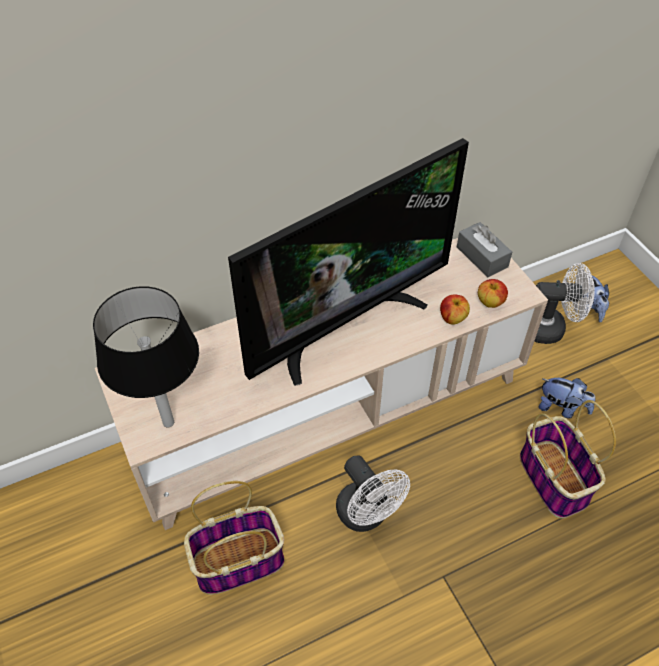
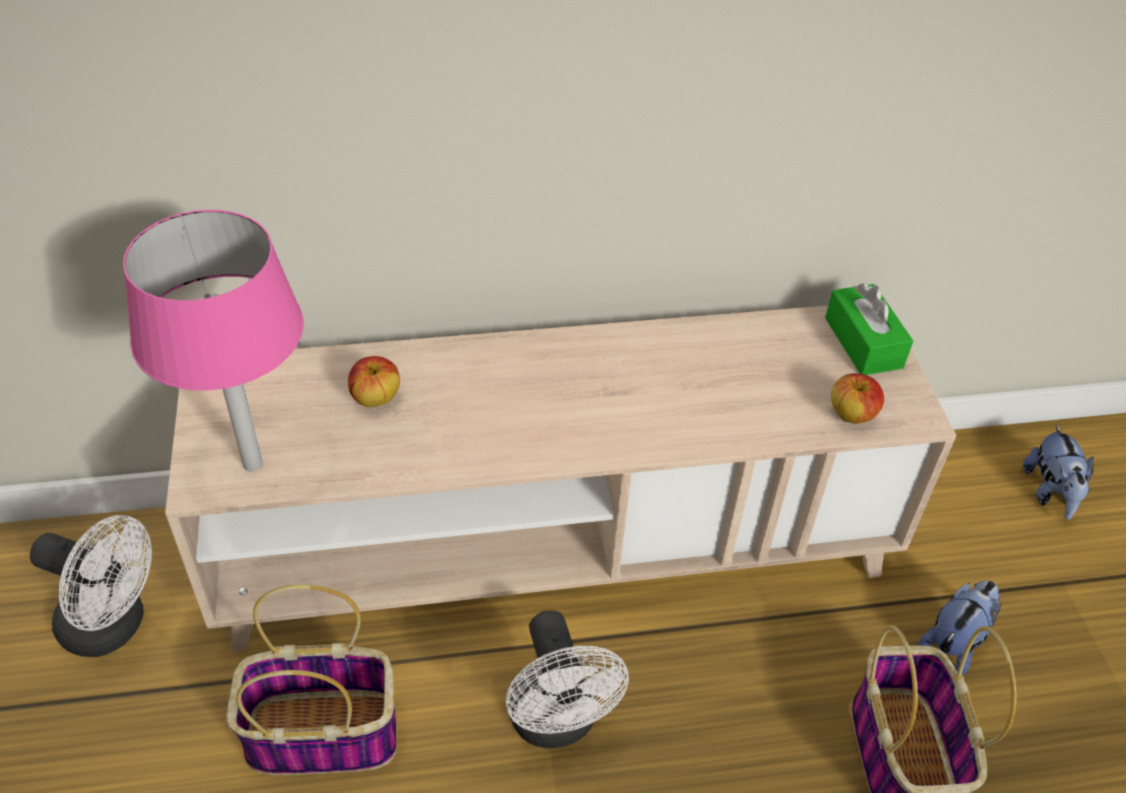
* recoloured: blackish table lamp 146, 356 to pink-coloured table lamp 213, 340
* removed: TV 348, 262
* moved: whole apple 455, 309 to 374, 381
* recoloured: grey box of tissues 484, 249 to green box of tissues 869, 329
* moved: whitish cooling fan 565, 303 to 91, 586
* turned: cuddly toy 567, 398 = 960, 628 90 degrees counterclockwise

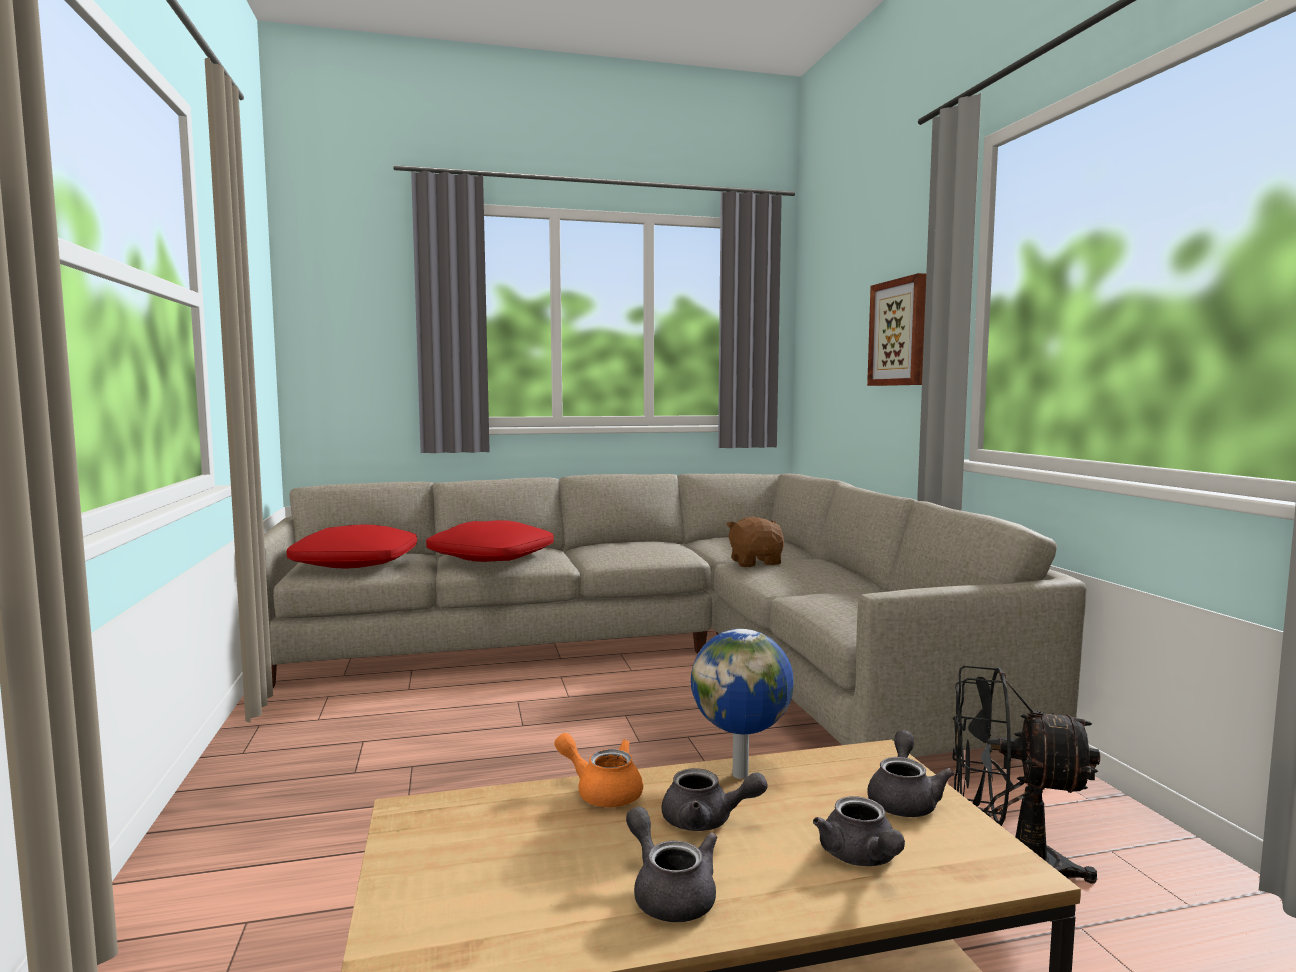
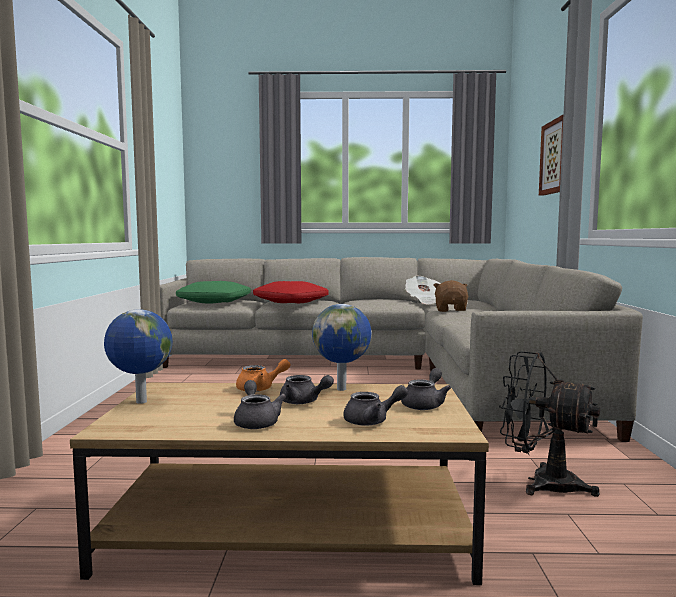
* recoloured: reddish pillow 352, 546 to green pillow 213, 292
* turned: orange-coloured teapot 598, 770 = 263, 375 120 degrees clockwise
* turned: grey teapot 859, 831 = 375, 405 105 degrees counterclockwise
* added: world globe 138, 356
* added: daily paper 423, 290

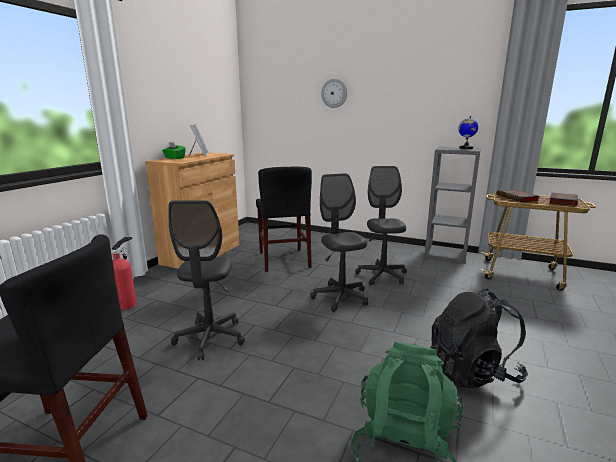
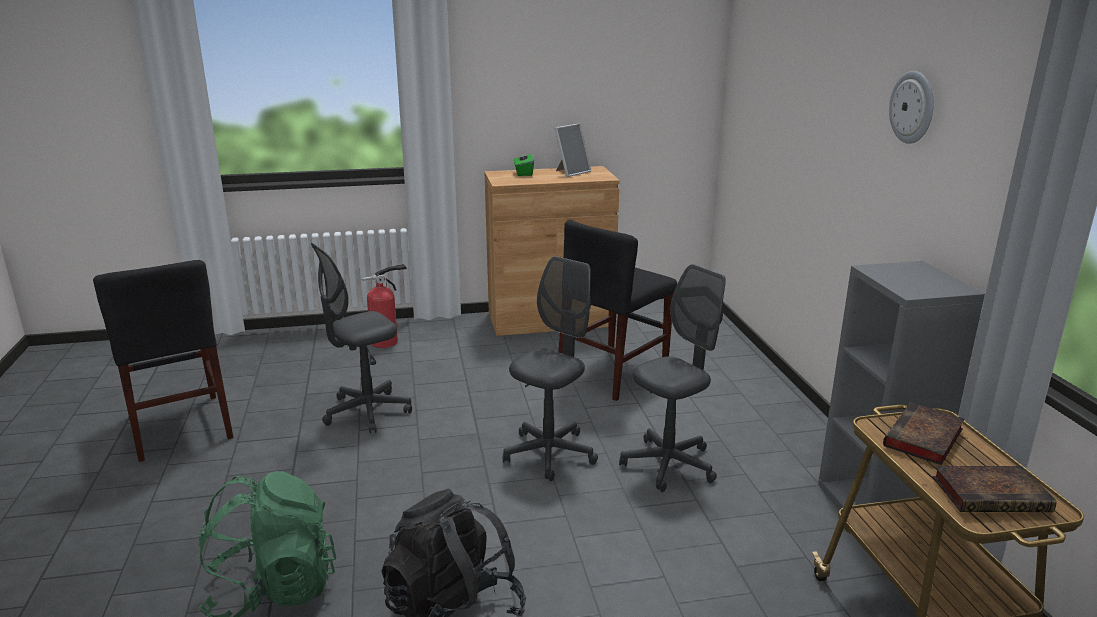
* moved: clock on the wall 334, 93 to 911, 107
* removed: world globe 468, 132

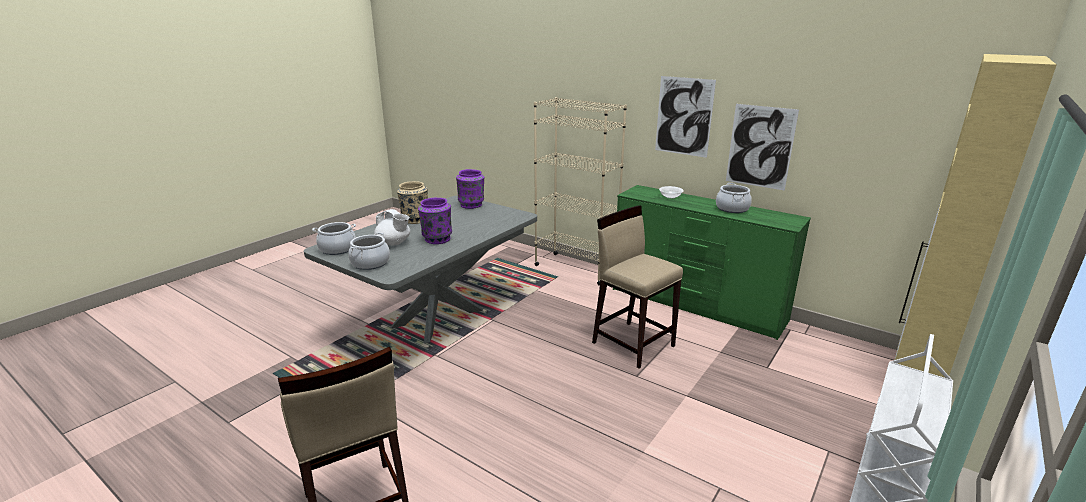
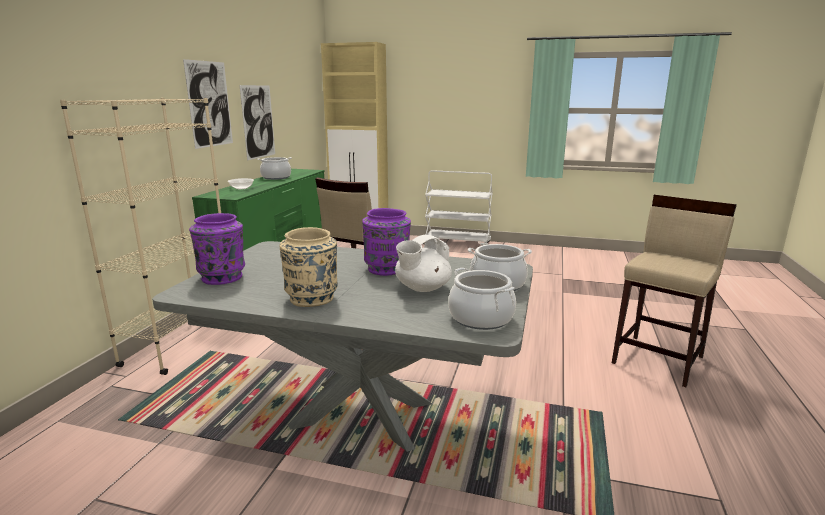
* turned: whitish teapot 392, 227 = 423, 263 150 degrees counterclockwise

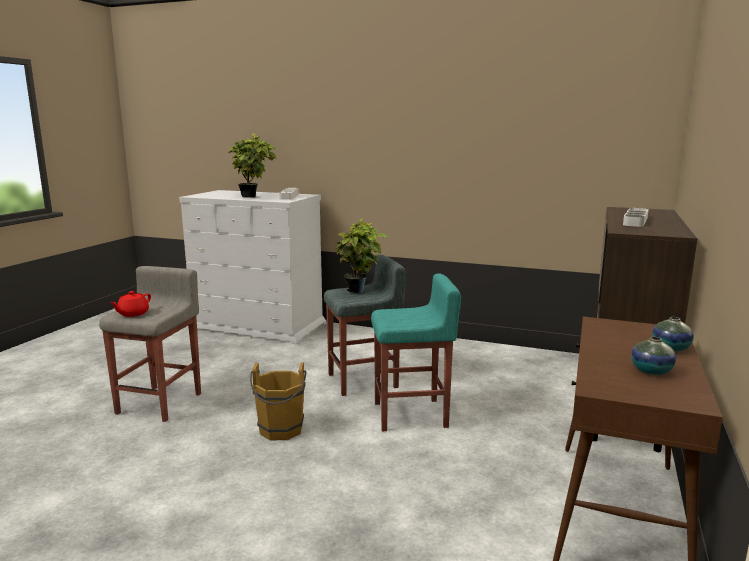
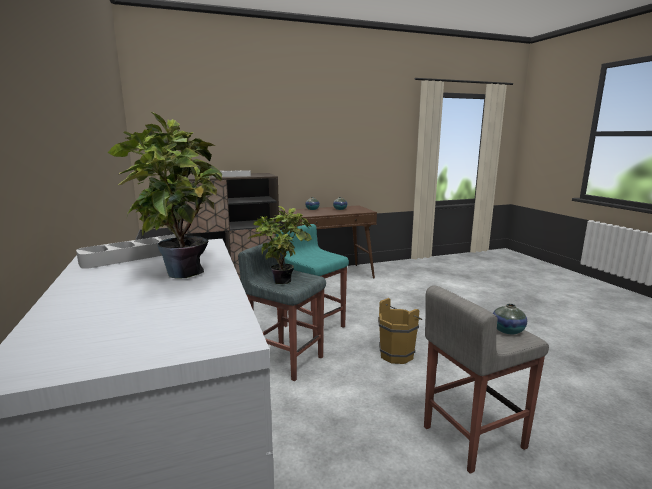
* replaced: reddish teapot 131, 304 to flower vase 510, 319

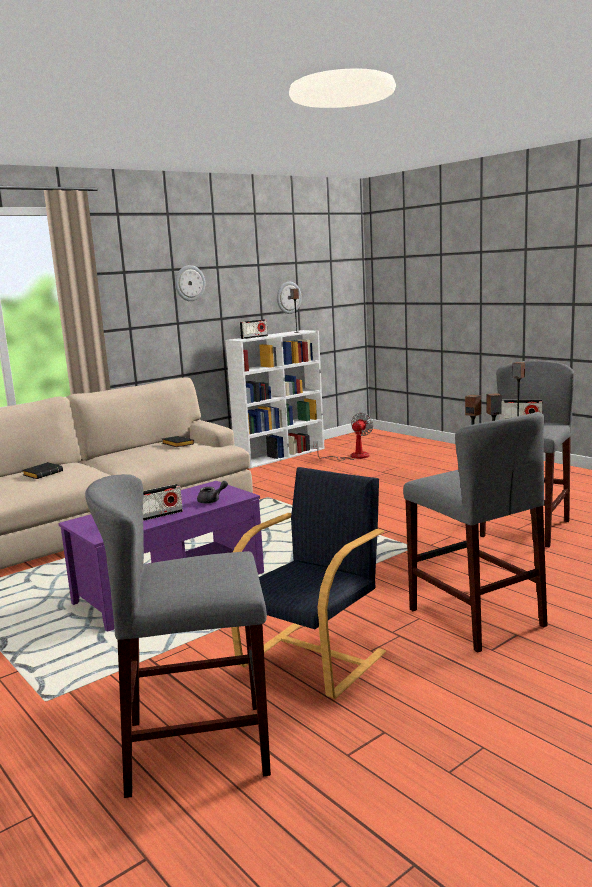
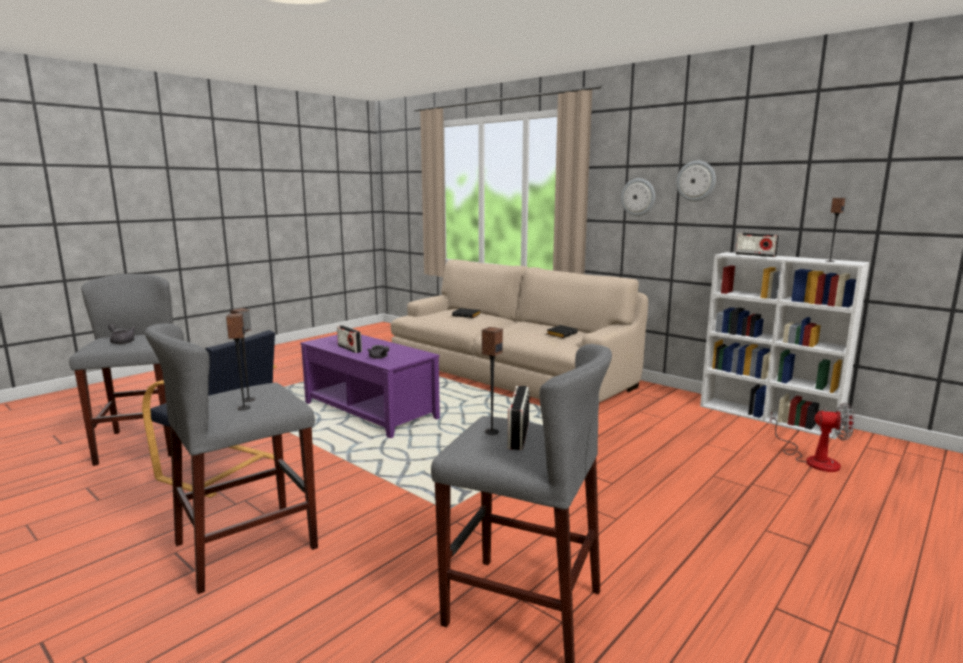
* moved: clock on the wall 289, 298 to 638, 197
* added: grey teapot 121, 334

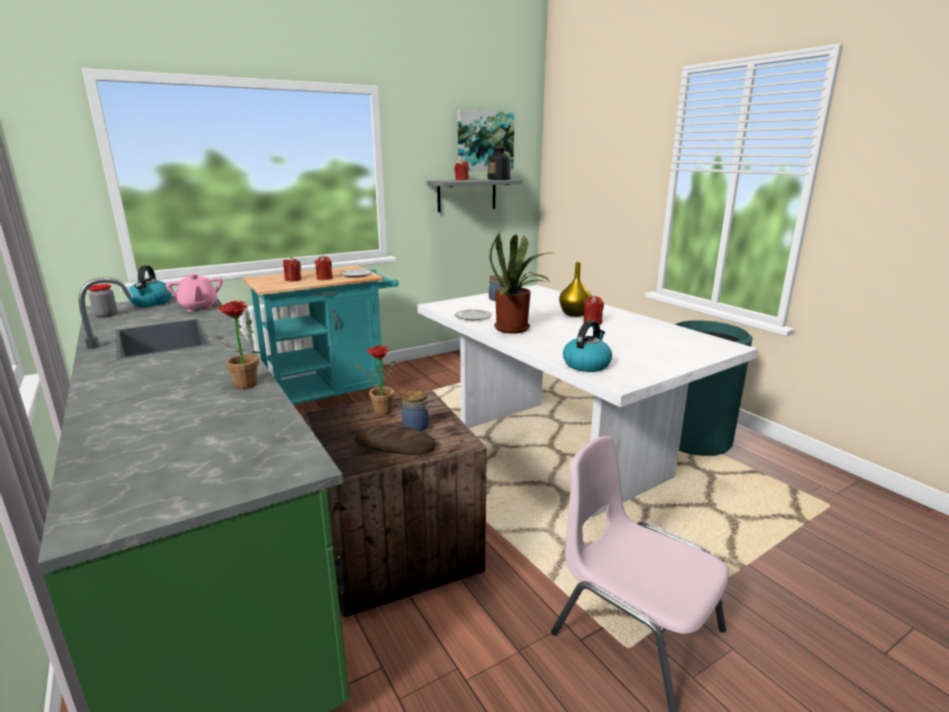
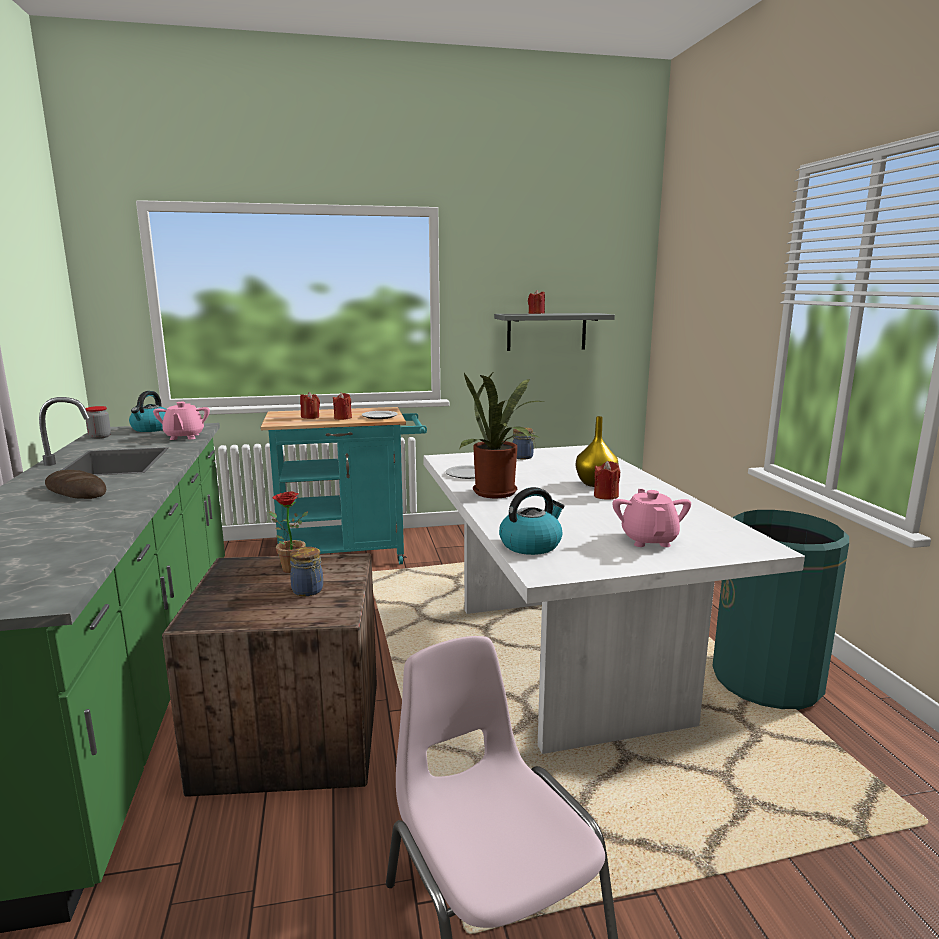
* removed: potted plant 230, 345
* moved: bakery bread 395, 440 to 75, 484
* removed: picture 486, 140
* removed: bottle 498, 163
* added: pink-coloured teapot 651, 518

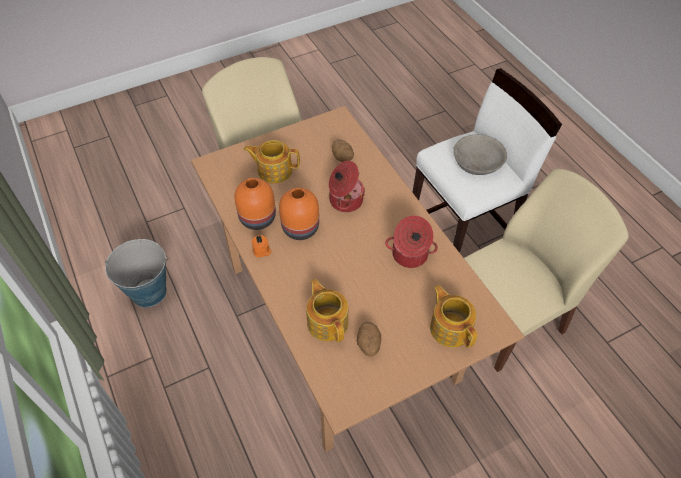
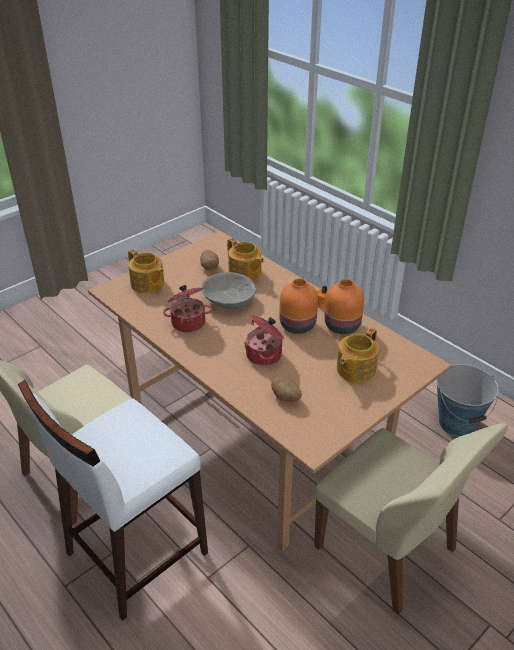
* turned: teapot 272, 161 = 358, 355 135 degrees clockwise
* moved: grey serving bowl 480, 154 to 228, 290

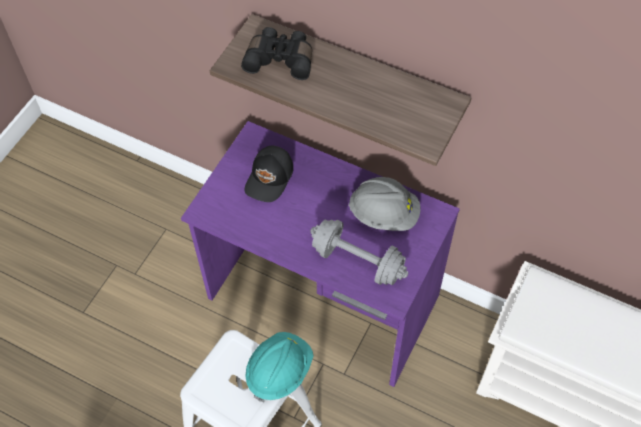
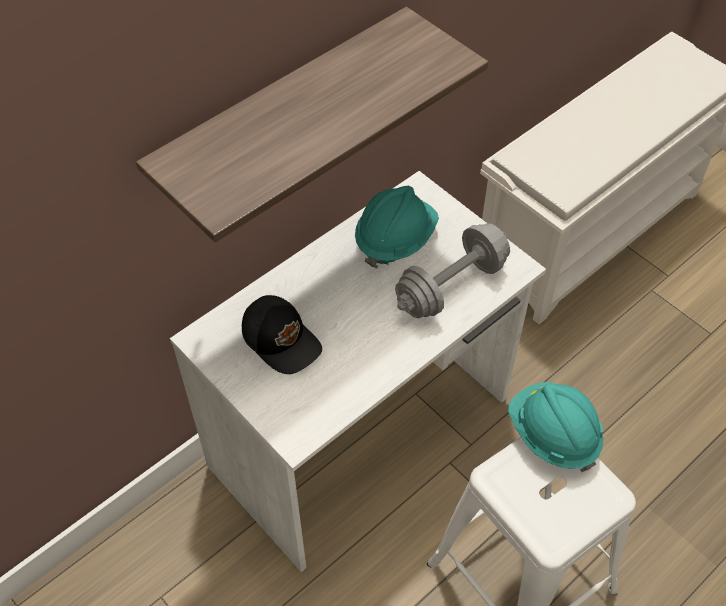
* recoloured: purple-coloured desk table 320, 254 to whitish desk table 358, 371
* removed: blackish binoculars 276, 53
* recoloured: grey work helmet 384, 204 to turquoise work helmet 397, 227

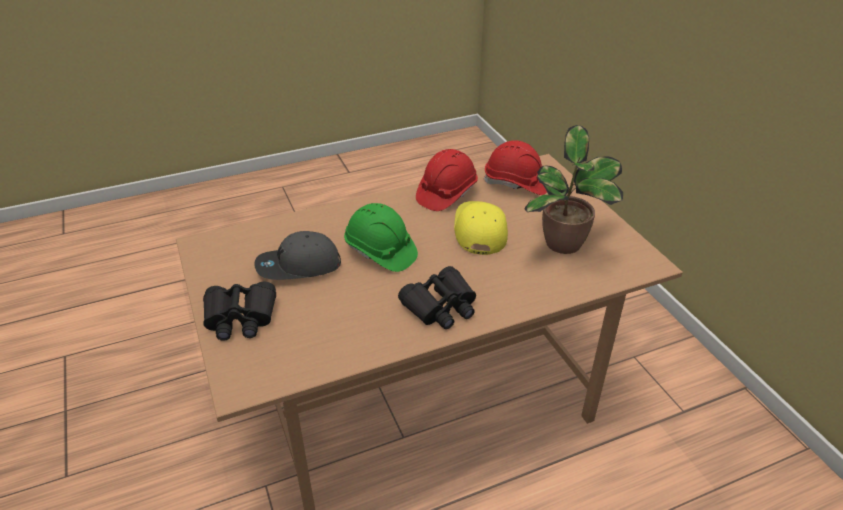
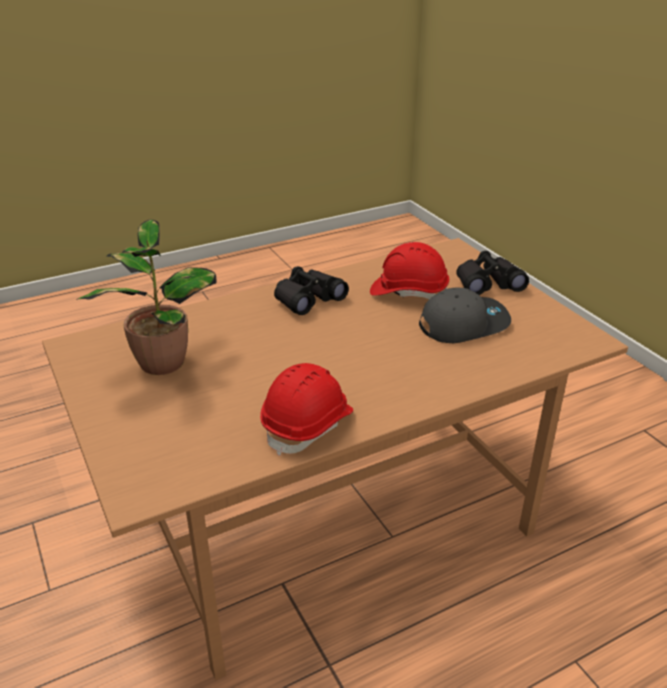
* removed: green work helmet 381, 237
* removed: yellowish baseball cap 481, 228
* moved: reddish work helmet 515, 167 to 409, 270

